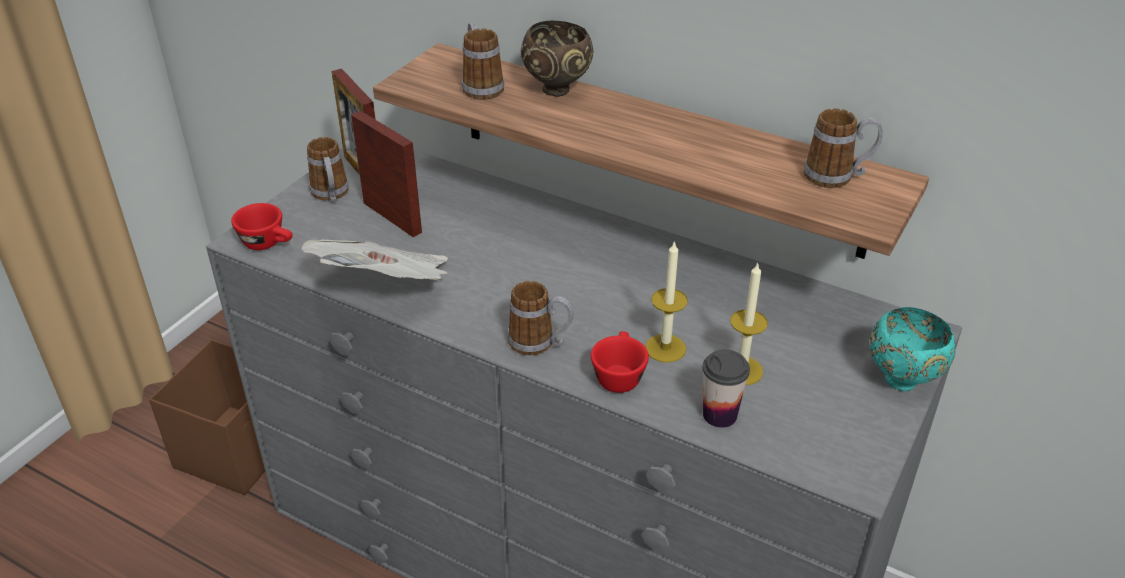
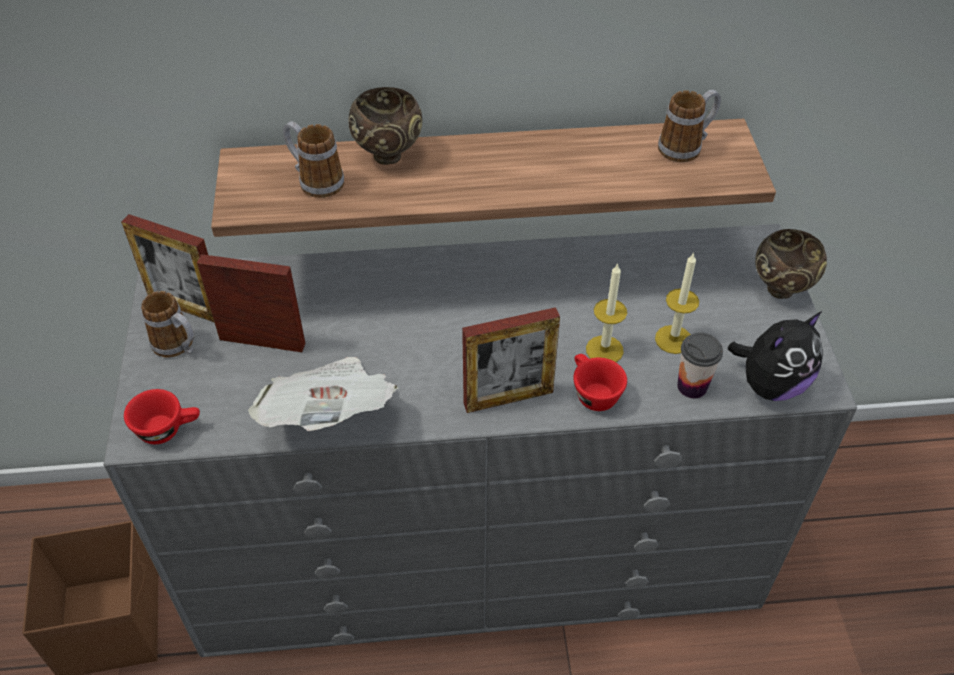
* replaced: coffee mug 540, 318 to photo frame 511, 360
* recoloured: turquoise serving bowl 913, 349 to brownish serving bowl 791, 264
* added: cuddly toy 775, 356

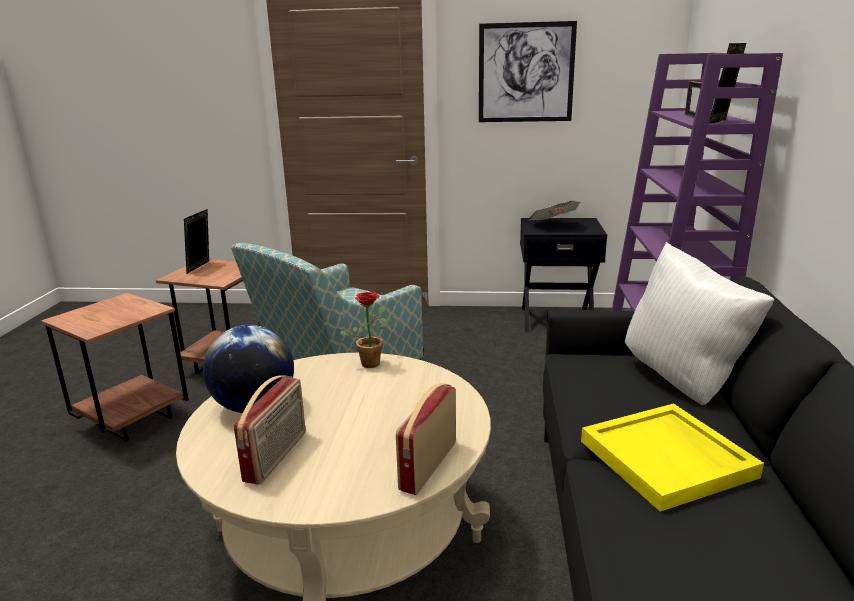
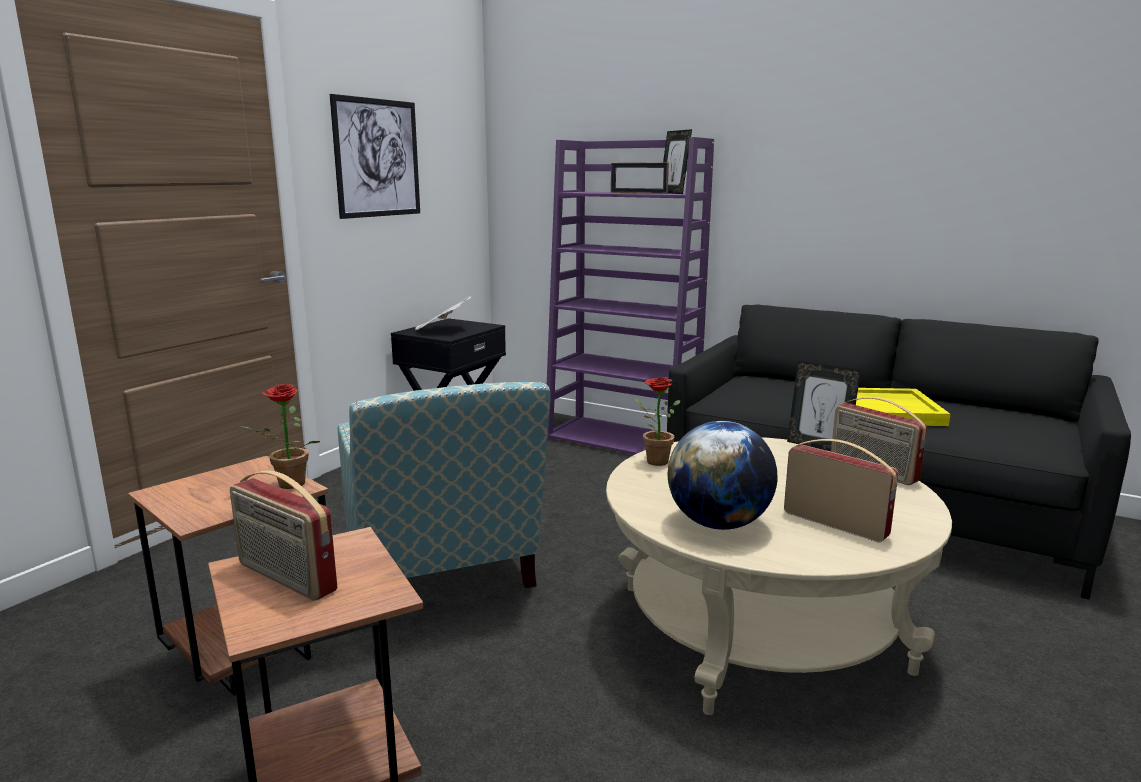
* moved: photo frame 196, 241 to 824, 406
* removed: whitish pillow 699, 323
* added: radio receiver 283, 536
* added: potted plant 280, 436

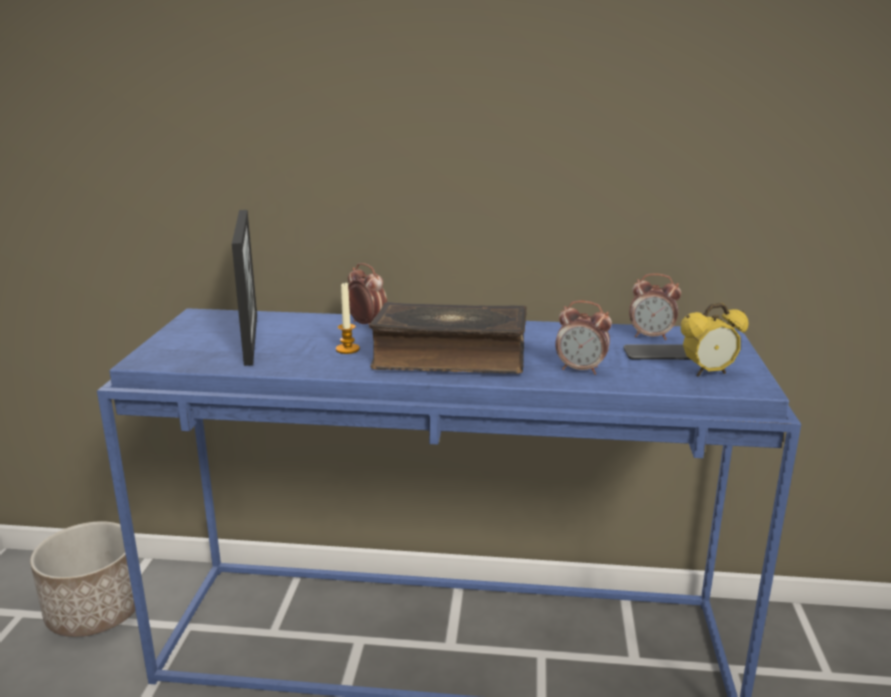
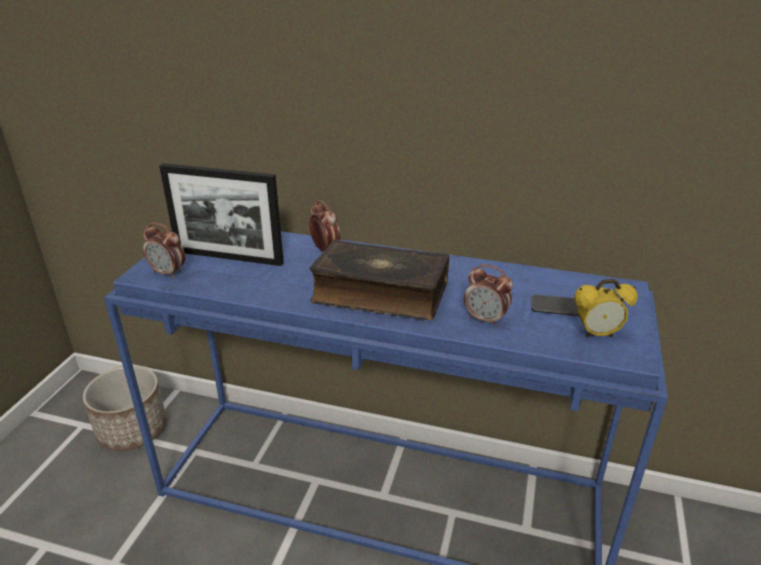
* turned: photo frame 244, 288 = 221, 214 105 degrees clockwise
* removed: wax light 348, 317
* moved: table clock 655, 306 to 164, 250

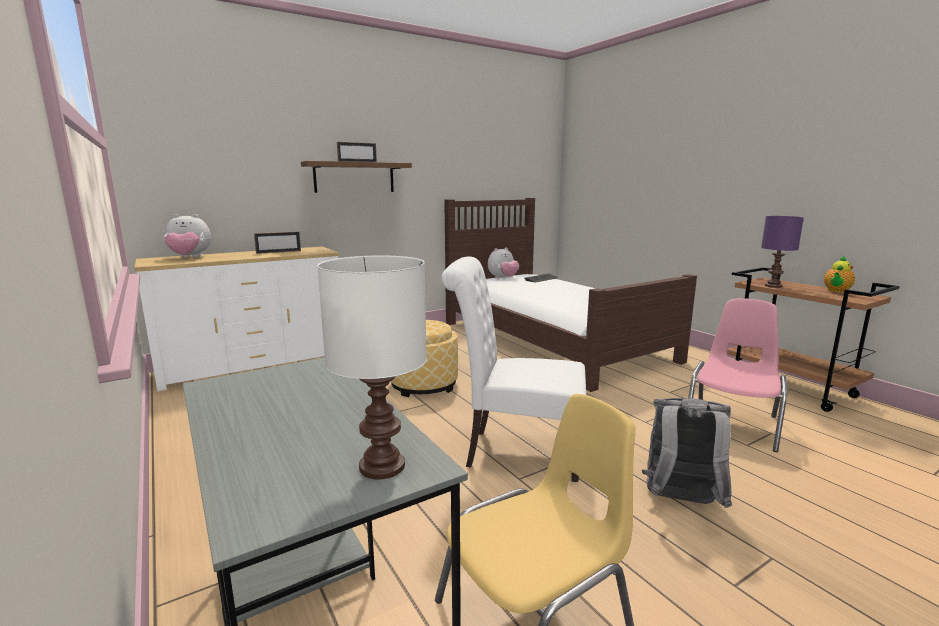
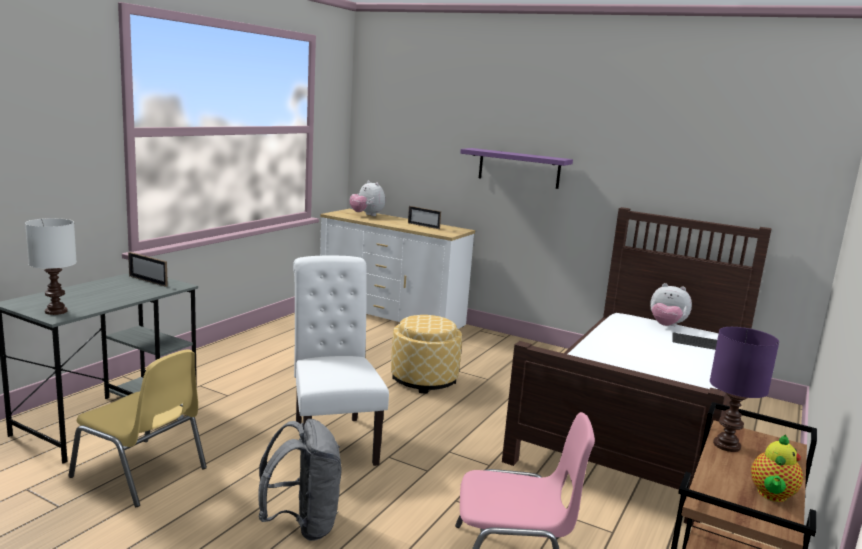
* recoloured: brownish wall shelf 356, 177 to purple-coloured wall shelf 516, 168
* moved: photo frame 357, 152 to 148, 269
* turned: teapot 839, 274 = 777, 468 75 degrees counterclockwise

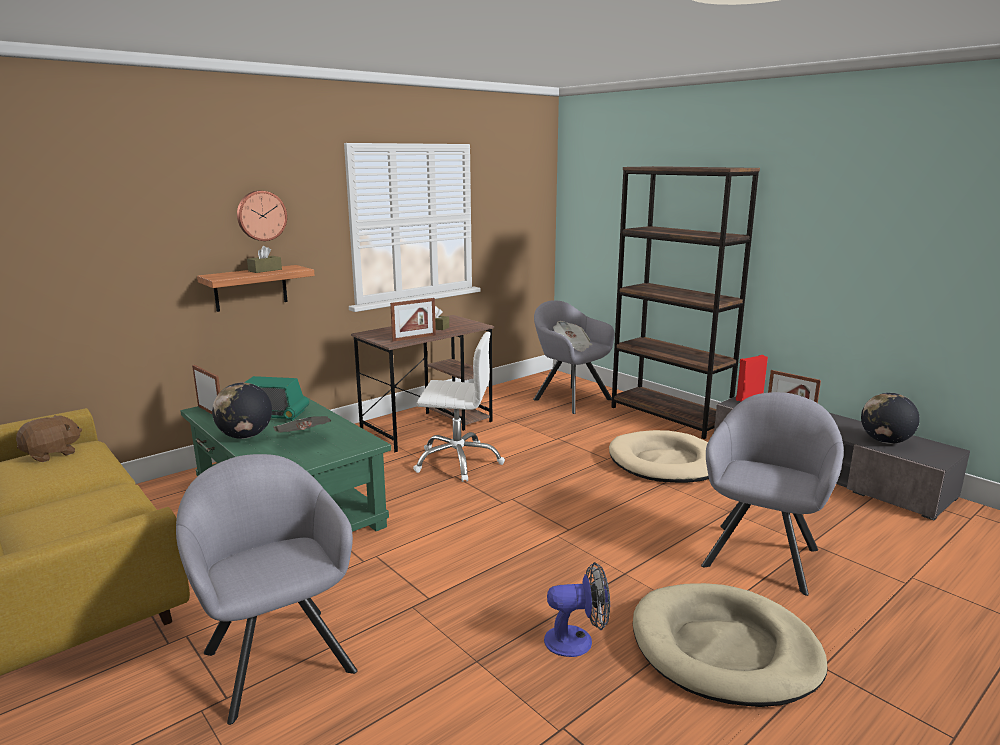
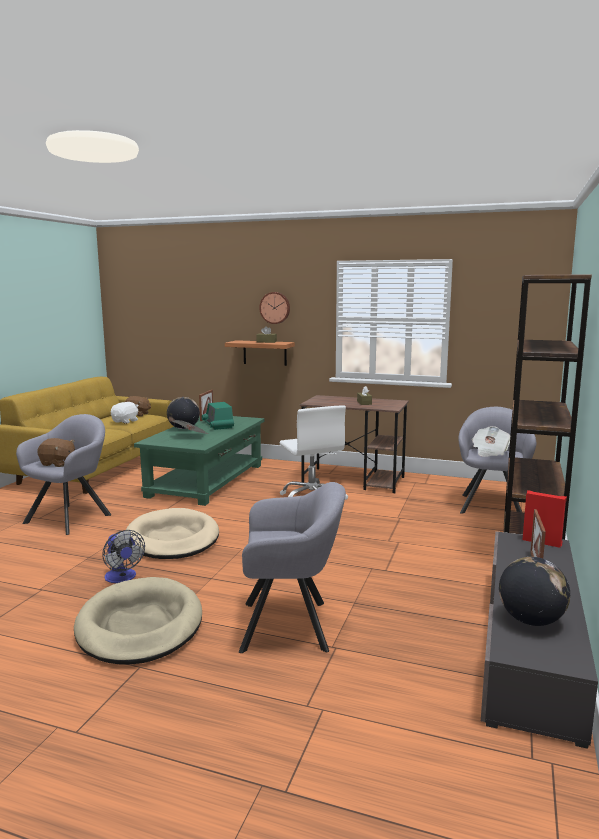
* removed: photo frame 413, 320
* moved: beige-coloured pet bed 659, 456 to 172, 533
* added: brownish cuddly toy 56, 452
* added: whitish cuddly toy 125, 413

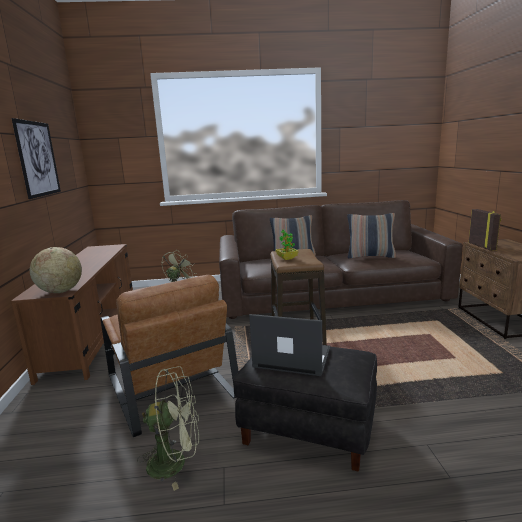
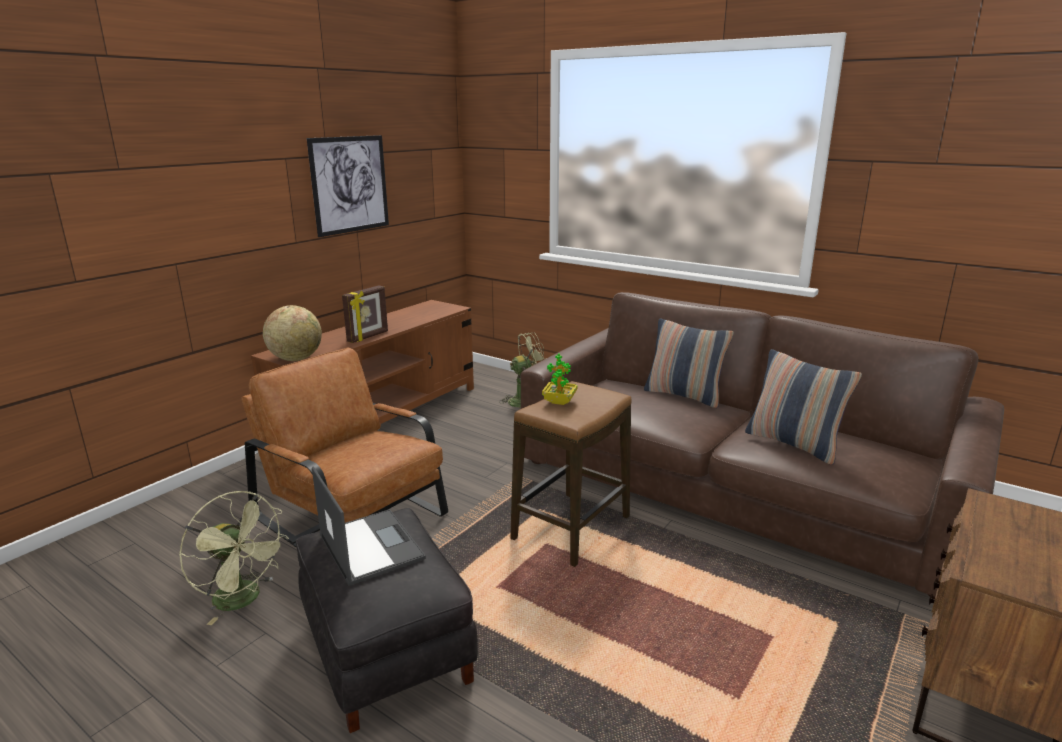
* turned: brownish armchair 170, 356 = 345, 447 120 degrees clockwise
* moved: photo frame 485, 230 to 365, 314

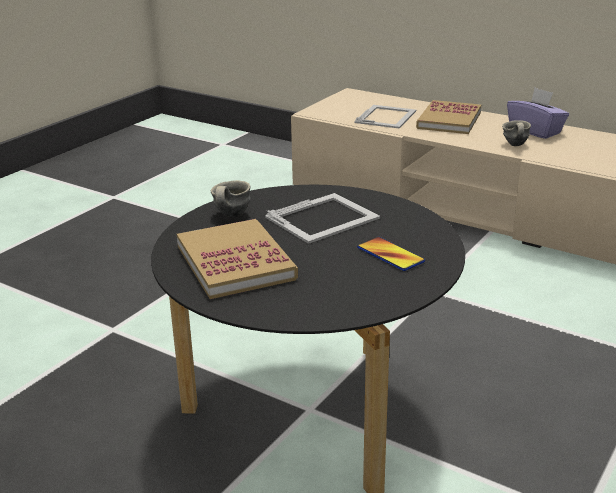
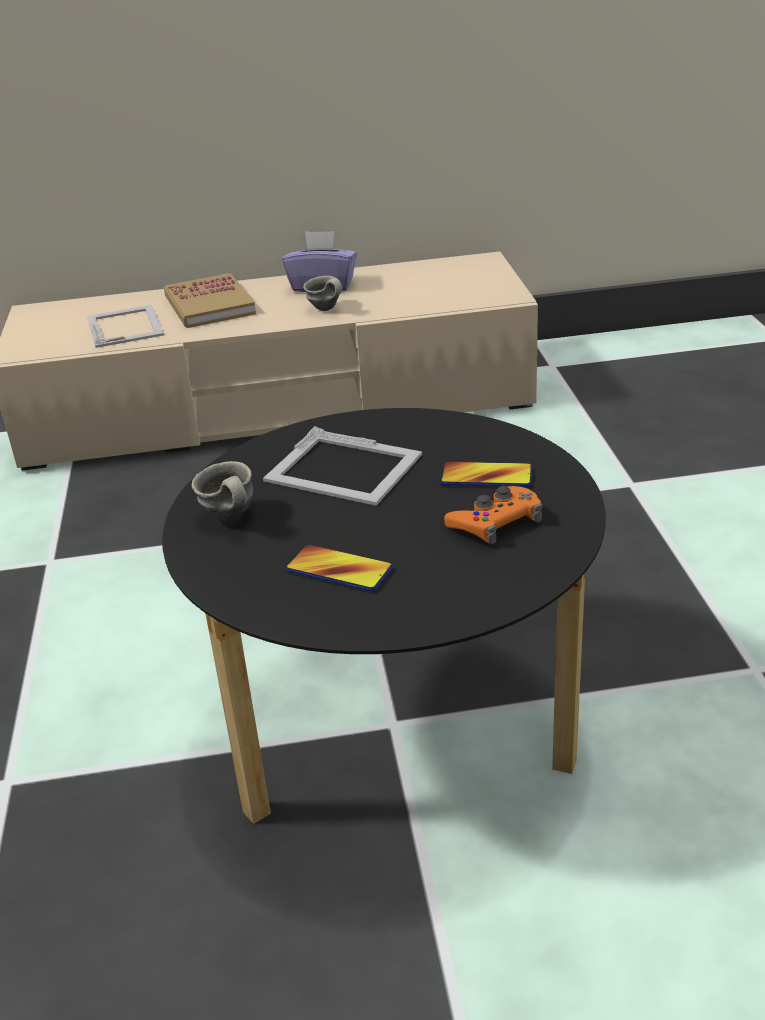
* replaced: volume 237, 259 to phone 339, 567
* turned: photo frame 322, 218 = 342, 466 105 degrees clockwise
* added: orange-coloured gamepad 493, 515

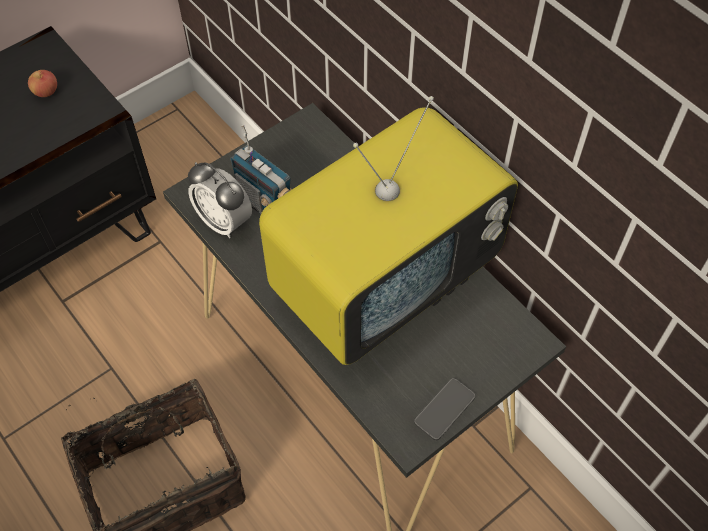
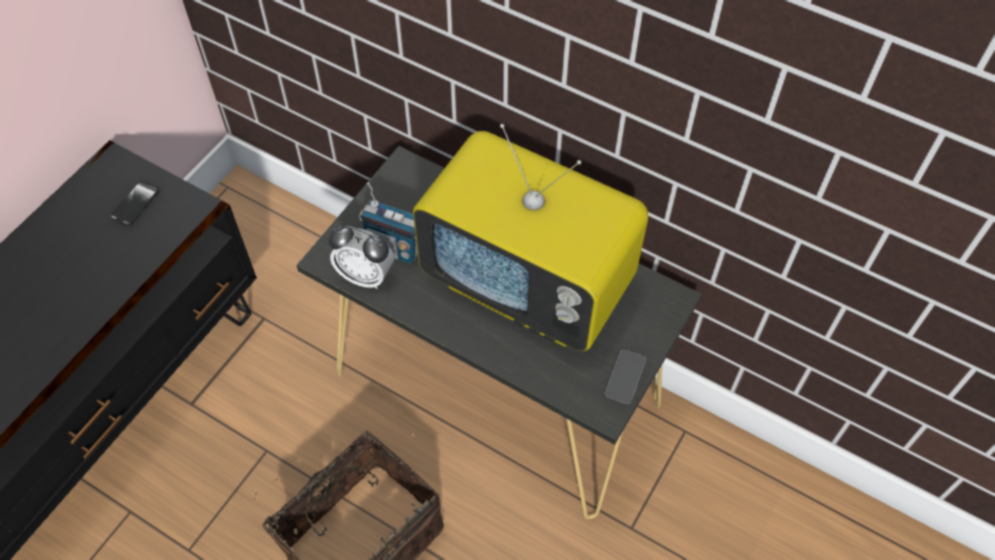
* replaced: whole apple 42, 83 to phone 134, 204
* turned: TV 388, 230 = 530, 237 90 degrees clockwise

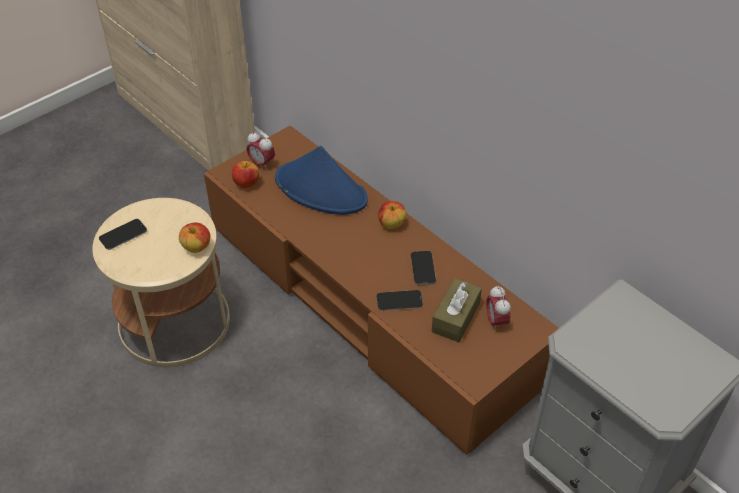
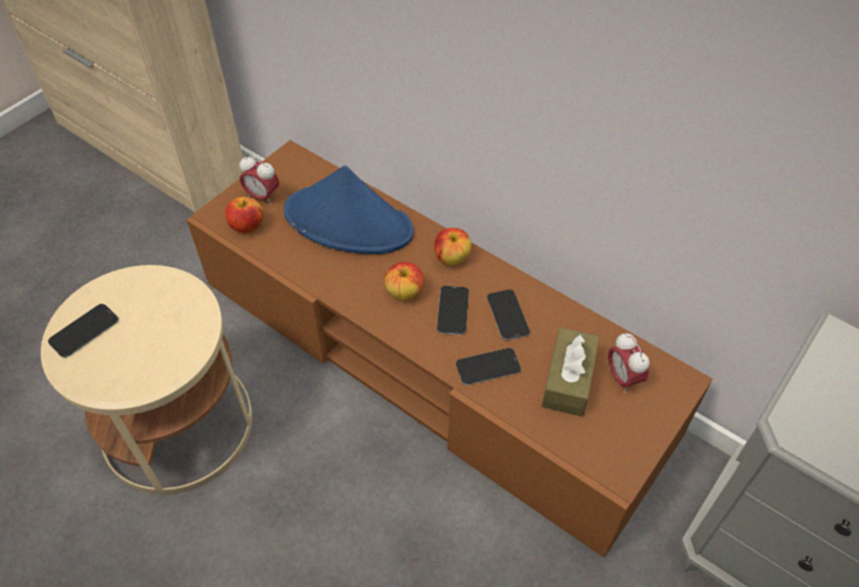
* moved: whole apple 194, 238 to 404, 281
* added: phone 453, 310

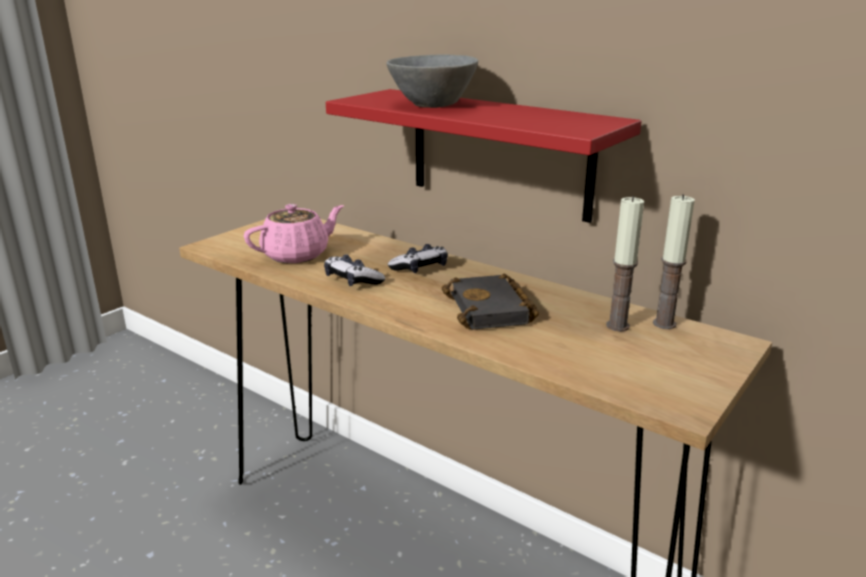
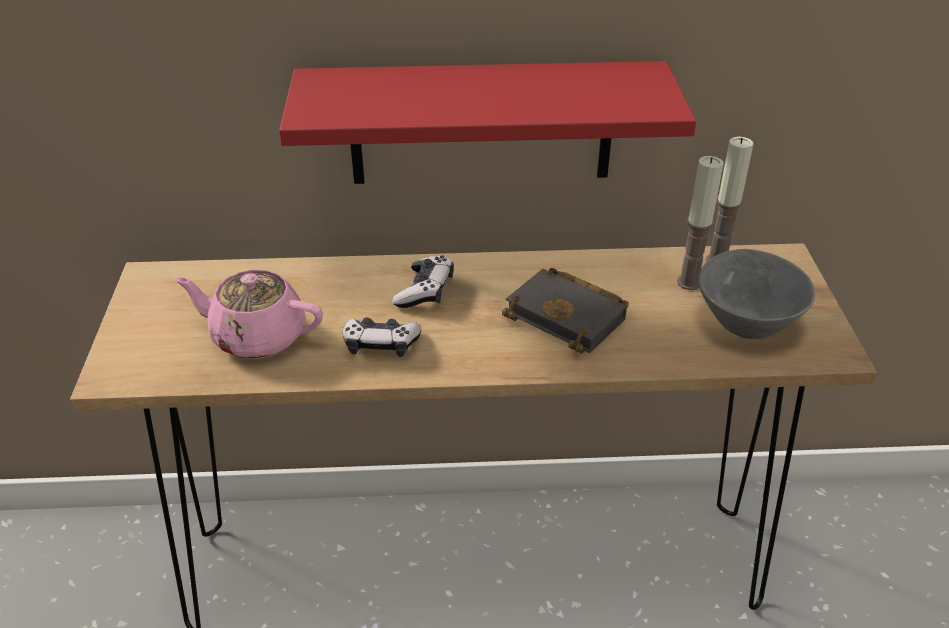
* turned: pink-coloured teapot 294, 233 = 248, 314 90 degrees counterclockwise
* moved: grey serving bowl 432, 81 to 756, 294

